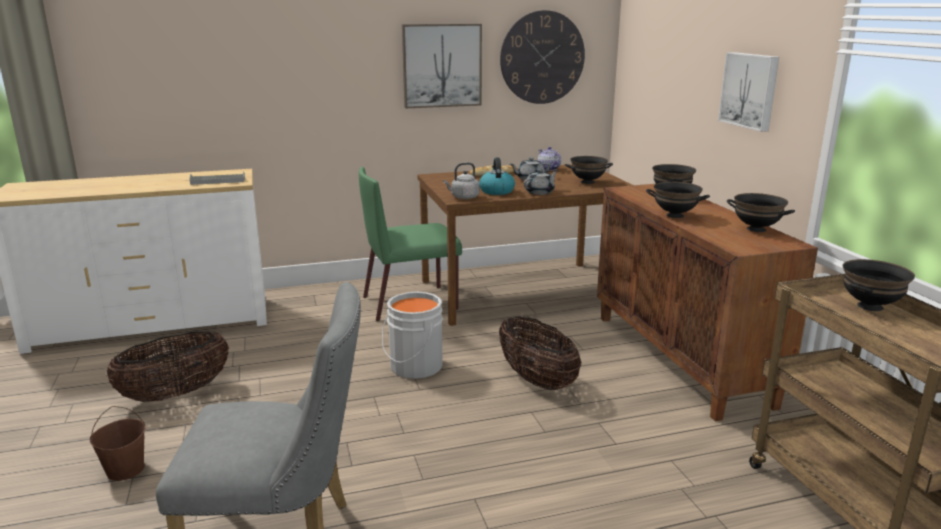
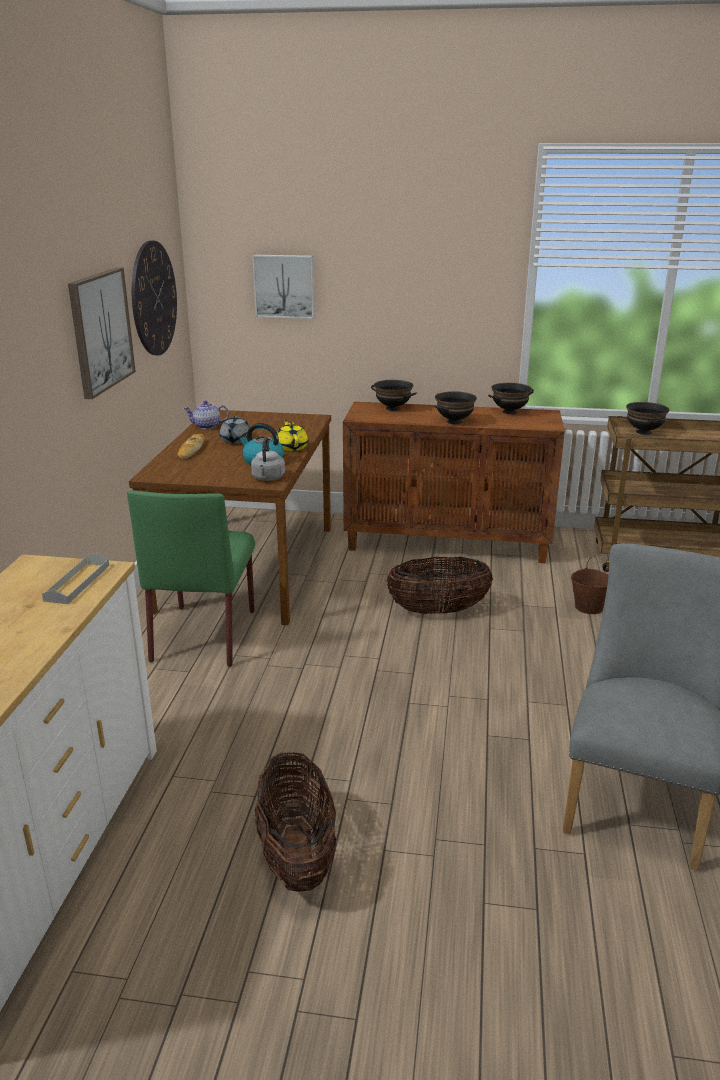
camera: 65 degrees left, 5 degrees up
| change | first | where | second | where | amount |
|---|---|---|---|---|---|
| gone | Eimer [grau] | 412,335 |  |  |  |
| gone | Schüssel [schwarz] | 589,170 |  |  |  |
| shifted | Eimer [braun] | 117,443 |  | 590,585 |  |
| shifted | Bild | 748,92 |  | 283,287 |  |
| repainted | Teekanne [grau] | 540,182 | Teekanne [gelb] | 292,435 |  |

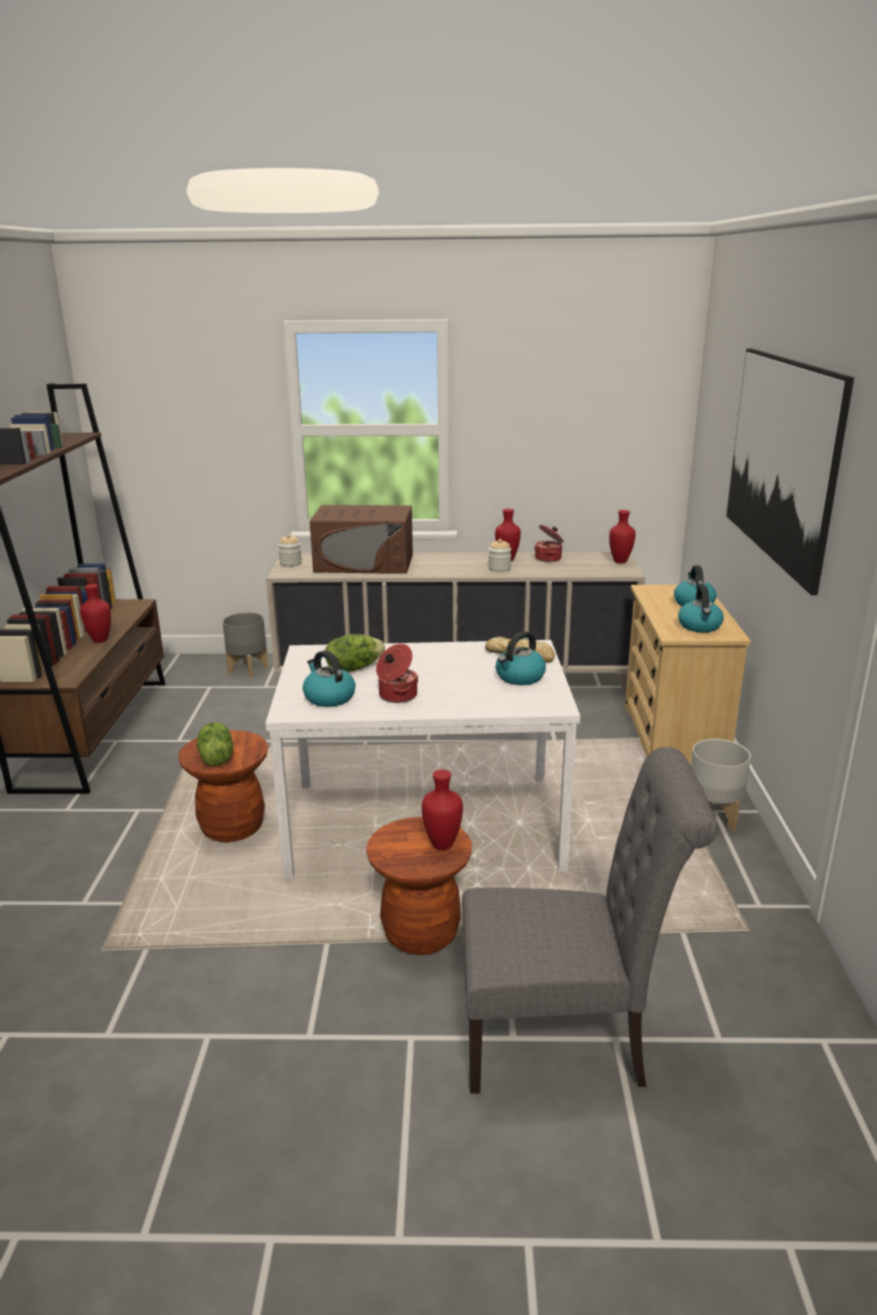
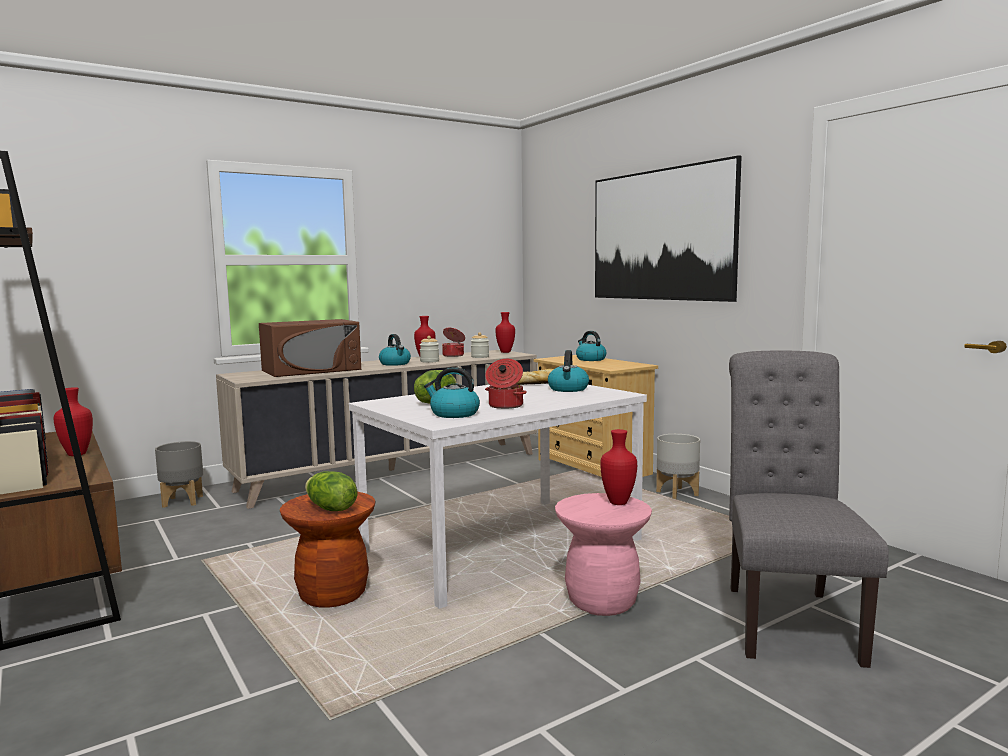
camera: 35 degrees left, 15 degrees down
| change | first | where | second | where | amount |
|---|---|---|---|---|---|
| shifted | Vorratsglas | 290,550 |  | 480,345 |  |
| shifted | Wasserkessel | 701,608 |  | 395,350 |  |
| repainted | Hocker [braun] | 419,886 | Hocker [rosa] | 603,554 |  |
| rotated | Stuhl [grau] | 590,920 |  | 809,509 | 45 degrees counterclockwise |

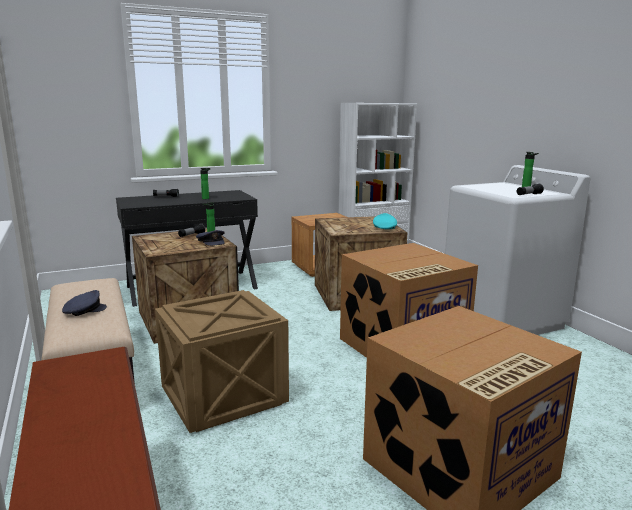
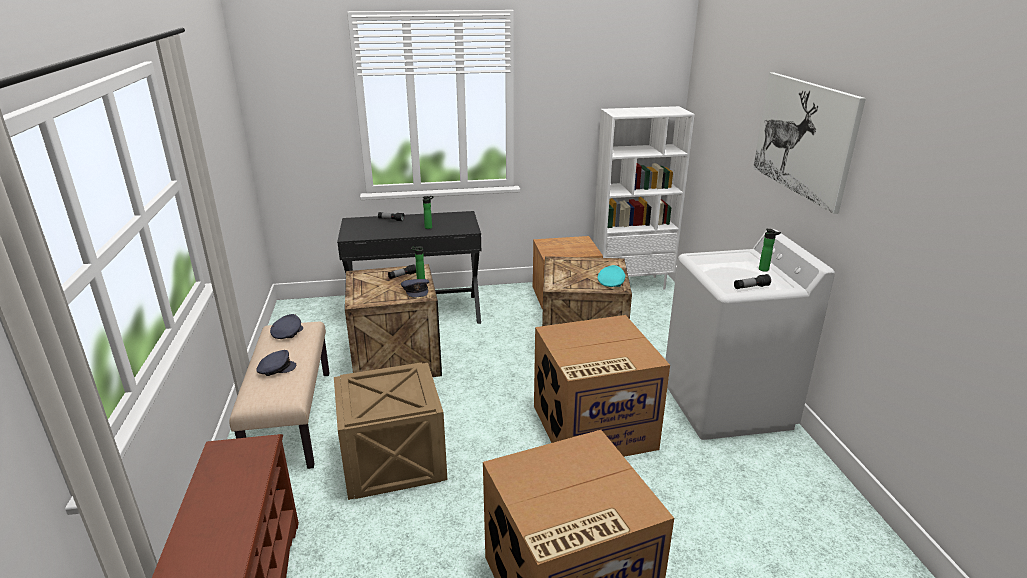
camera: 15 degrees right, 10 degrees up
| change | first | where | second | where | amount |
|---|---|---|---|---|---|
| new |  |  | Kappe [grau] | 286,326 |  |
| new |  |  | Bild | 809,143 |  |

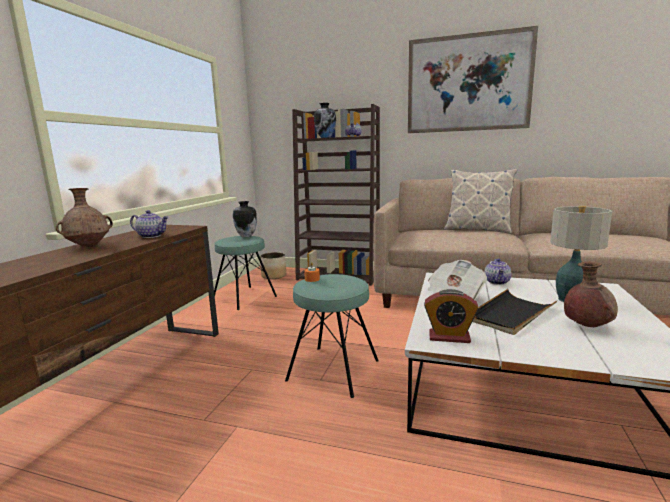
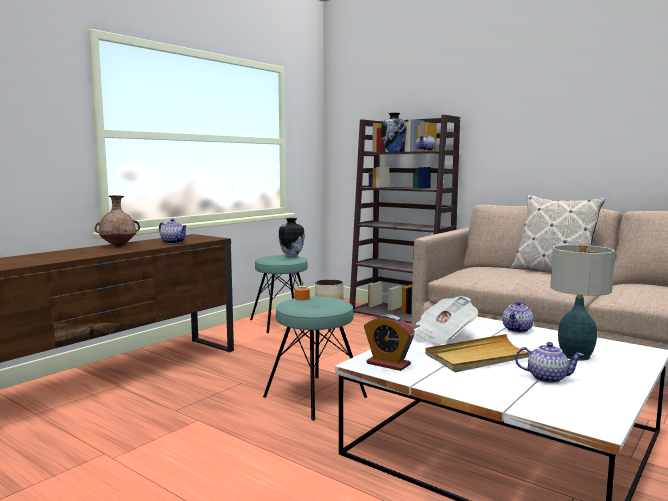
camera: 20 degrees right, 5 degrees down
| change | first | where | second | where | amount |
|---|---|---|---|---|---|
| gone | Bild | 473,79 |  |  |  |
| swapped | Vase [braun] | 591,294 | Teekanne | 549,362 |  |
| repainted | Tablett [schwarz] | 515,312 | Tablett [beige] | 477,353 |  |

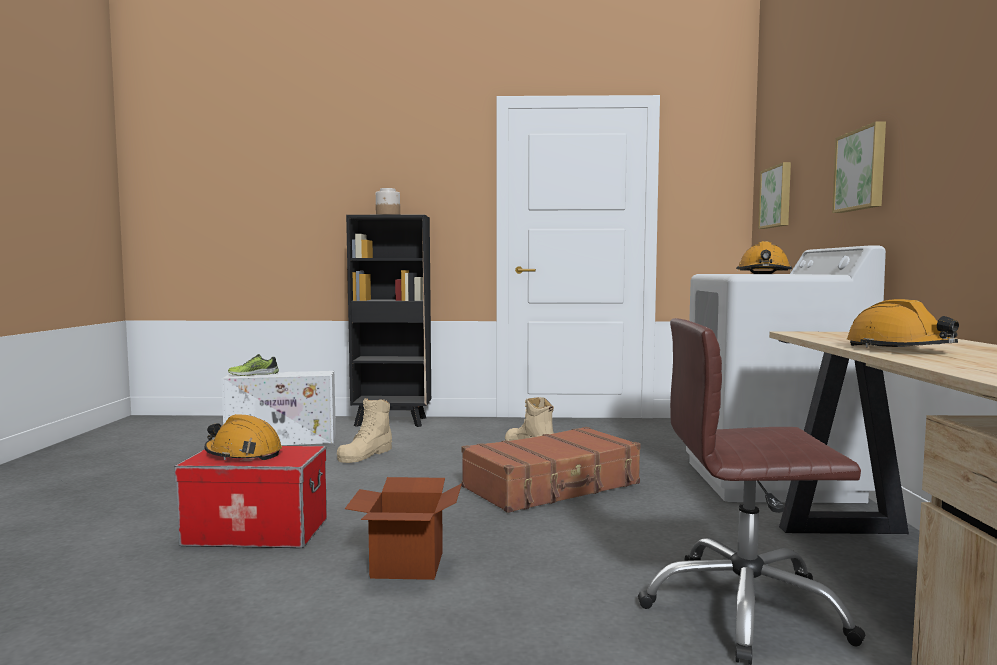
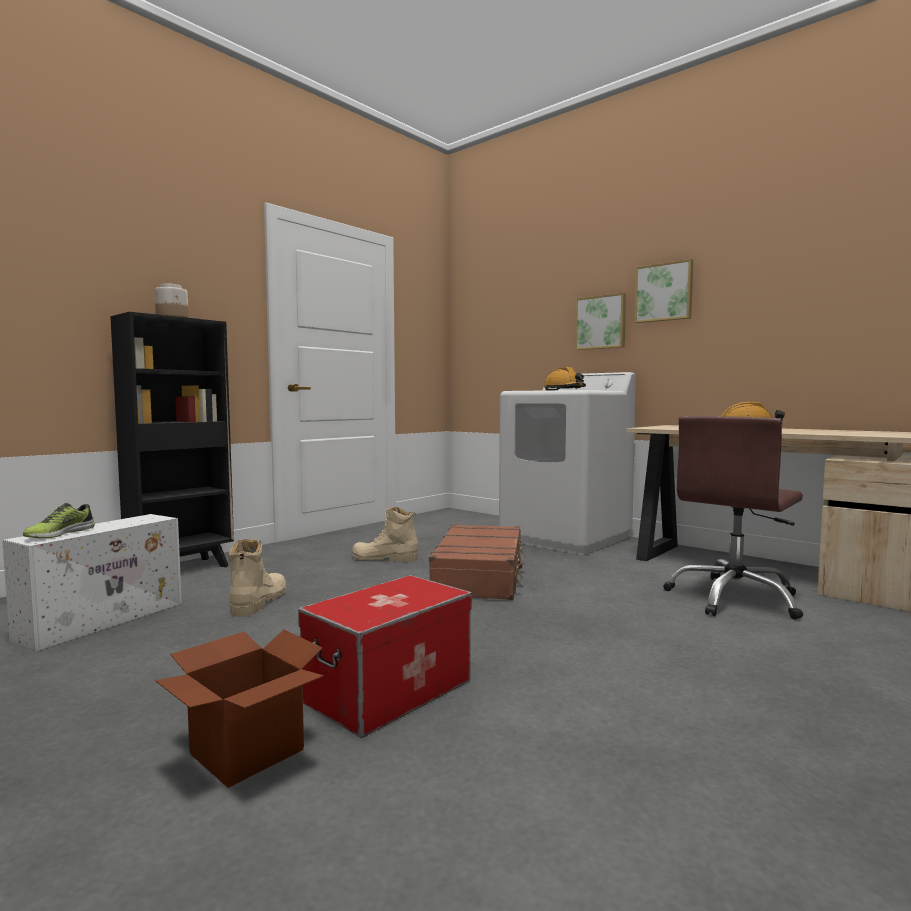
camera: 50 degrees left, 0 degrees up
| change | first | where | second | where | amount |
|---|---|---|---|---|---|
| gone | Schutzhelm [orange] | 243,437 |  |  |  |
| shifted | Karton | 403,528 |  | 239,709 |  |
| shifted | Bild | 774,195 |  | 663,291 |  |
| rotated | Stiefel [beige] | 364,430 |  | 257,578 | 150 degrees counterclockwise |

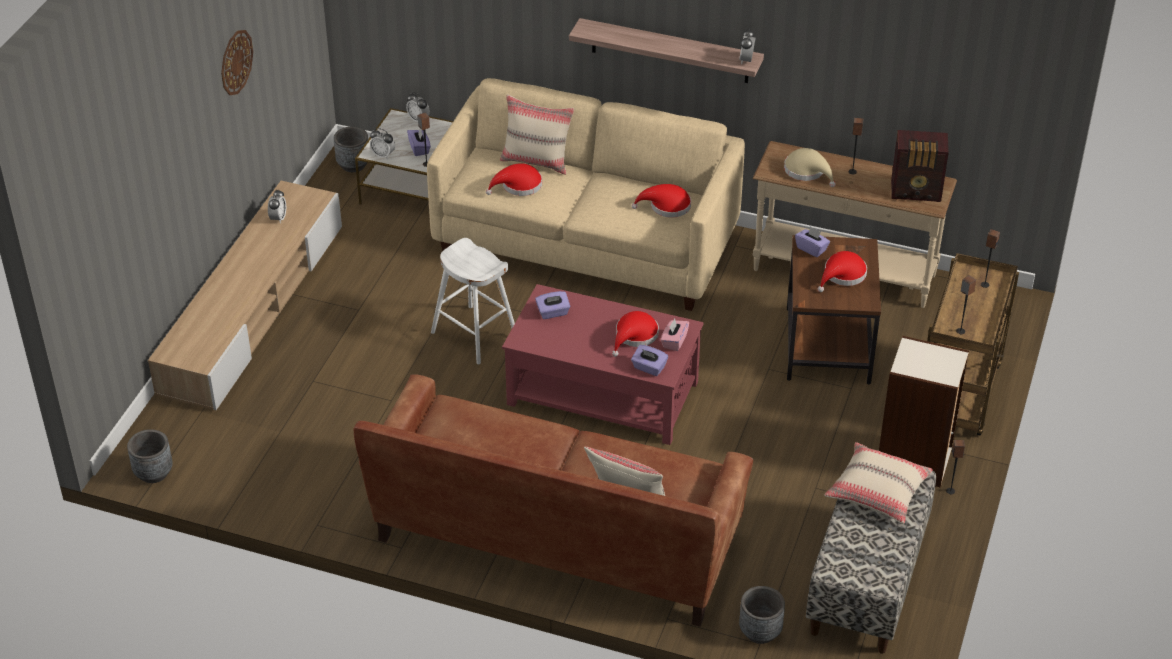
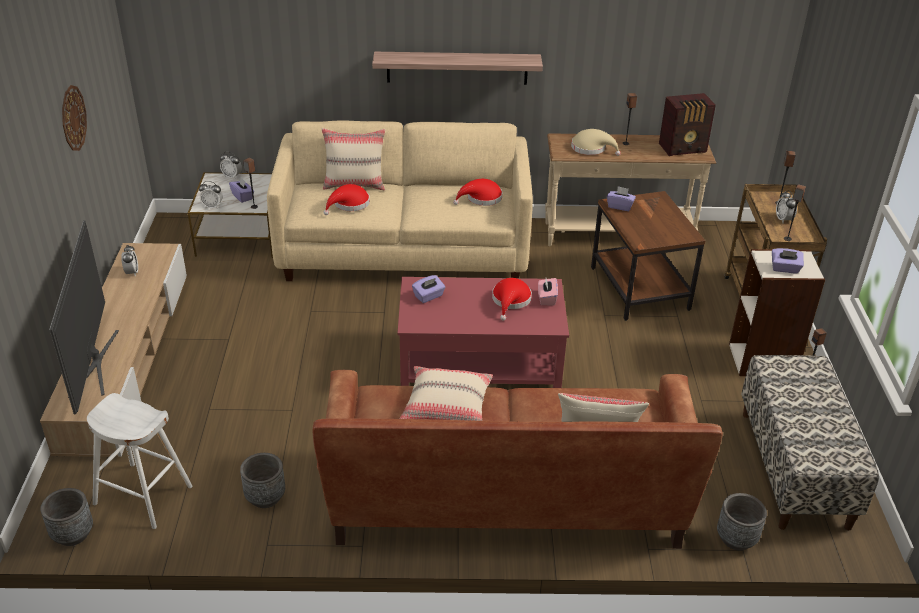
camera: 20 degrees left, 5 degrees down
| change | first | where | second | where | amount |
|---|---|---|---|---|---|
| gone | Hut [rot] | 842,271 |  |  |  |
| new |  |  | Fernseher | 84,317 |  |
| shifted | Pflanzkübel [grau] | 351,149 |  | 262,480 |  |
| shifted | Hocker [weiß] | 473,301 |  | 140,461 |  |
| shifted | Taschentuchbox [lila] | 649,360 |  | 788,261 |  |
| shifted | Wecker | 747,46 |  | 786,206 |  |
| shifted | Kissen [beige] | 878,483 |  | 446,393 |  |

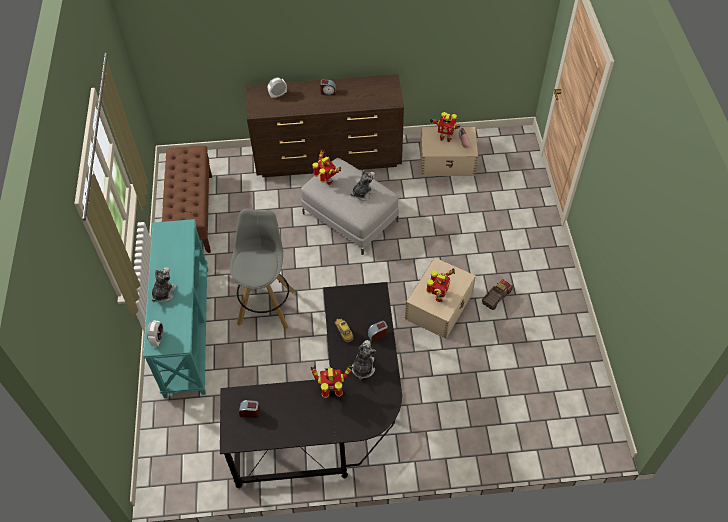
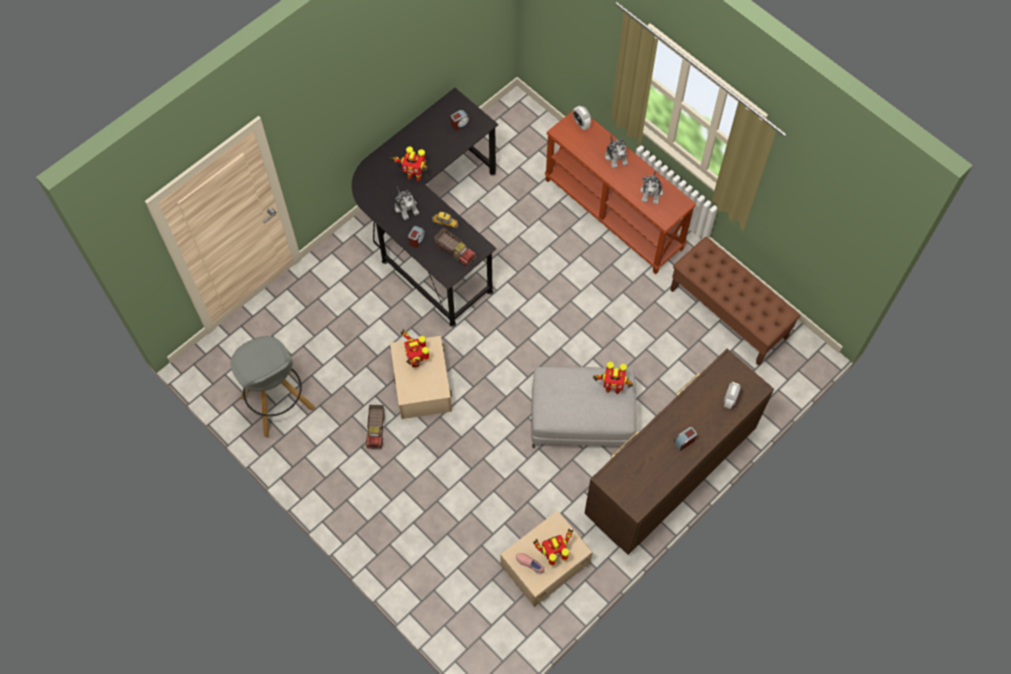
camera: 140 degrees right, 10 degrees up
| change | first | where | second | where | amount |
|---|---|---|---|---|---|
| new |  |  | Spielzeuglaster | 455,247 |  |
| shifted | Hocker [grau] | 262,269 |  | 272,386 |  |
| shifted | Plüschtier | 363,185 |  | 651,187 |  |
| repainted | Konsolentisch [türkis] | 175,308 | Konsolentisch [braun] | 620,190 |  |
| rotated | Spielzeugroboter | 332,381 |  | 408,164 | 60 degrees clockwise |

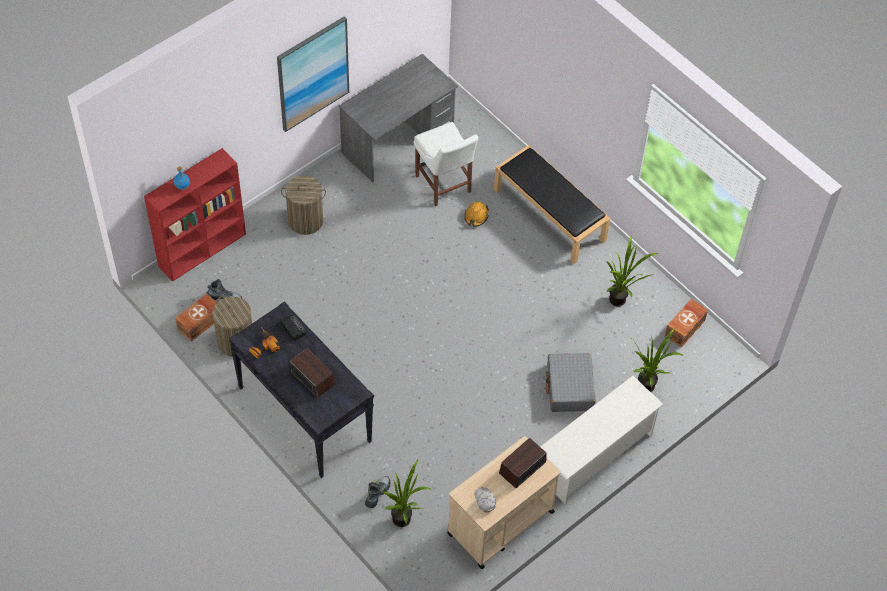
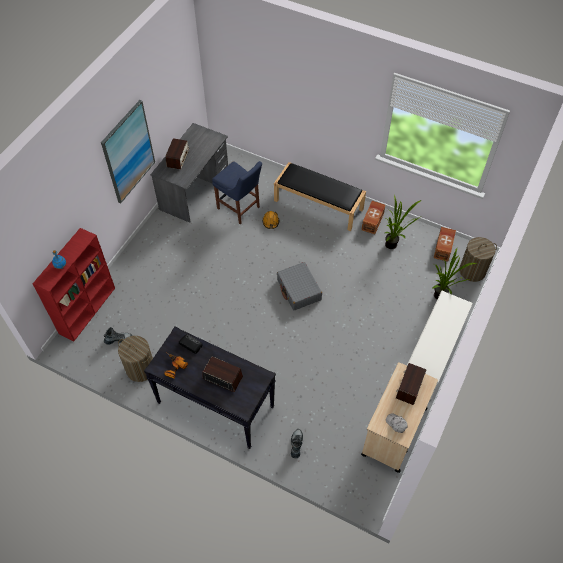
camera: 20 degrees left, 0 degrees up
| change | first | where | second | where | amount |
|---|---|---|---|---|---|
| gone | Topfpflanze | 403,493 |  |  |  |
| new |  |  | Radio | 177,153 |  |
| shifted | Aufbewahrungsbox [braun] | 195,317 |  | 373,217 |  |
| shifted | Wäschekorb | 303,205 |  | 478,259 |  |
| shifted | Koffer [grau] | 571,382 |  | 299,286 |  |
| repainted | Stuhl [weiß] | 446,164 | Stuhl [blau] | 237,192 |  |

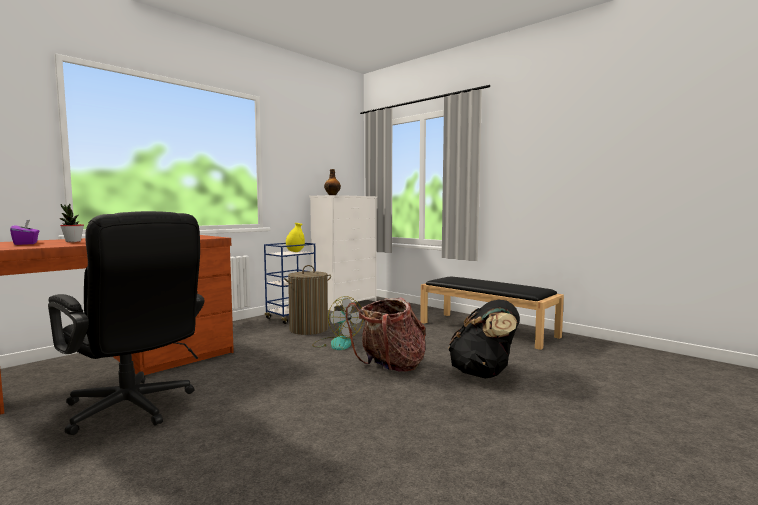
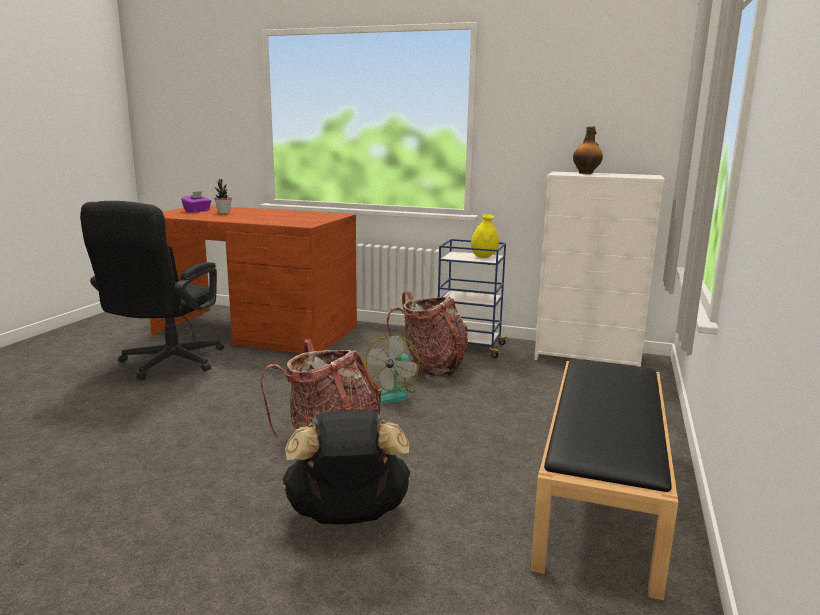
camera: 65 degrees right, 10 degrees up
| change | first | where | second | where | amount |
|---|---|---|---|---|---|
| swapped | Wäschekorb | 307,300 | Rucksack | 427,334 |  |

